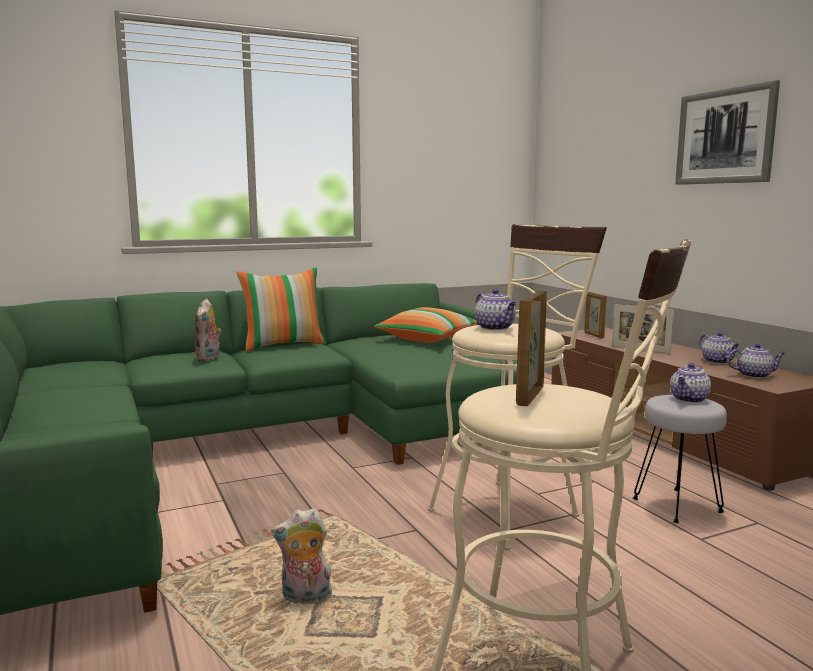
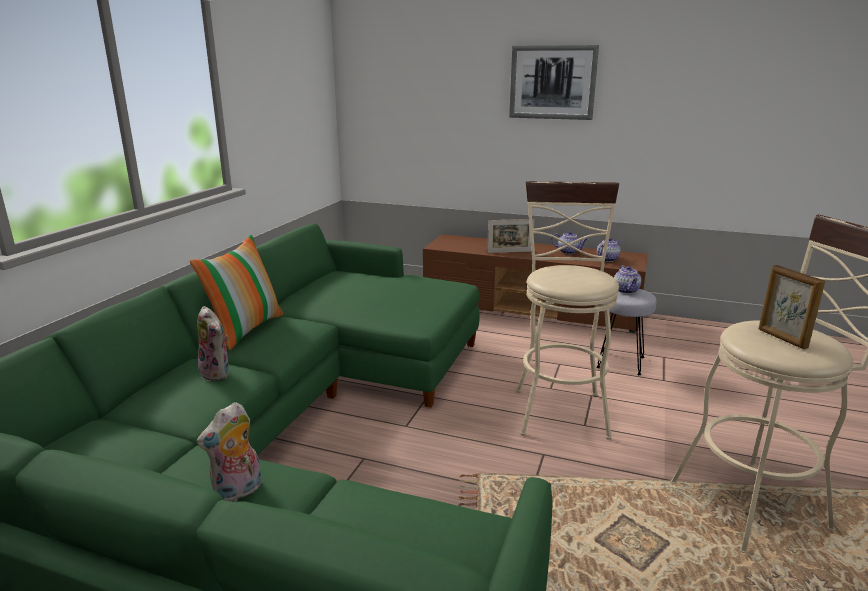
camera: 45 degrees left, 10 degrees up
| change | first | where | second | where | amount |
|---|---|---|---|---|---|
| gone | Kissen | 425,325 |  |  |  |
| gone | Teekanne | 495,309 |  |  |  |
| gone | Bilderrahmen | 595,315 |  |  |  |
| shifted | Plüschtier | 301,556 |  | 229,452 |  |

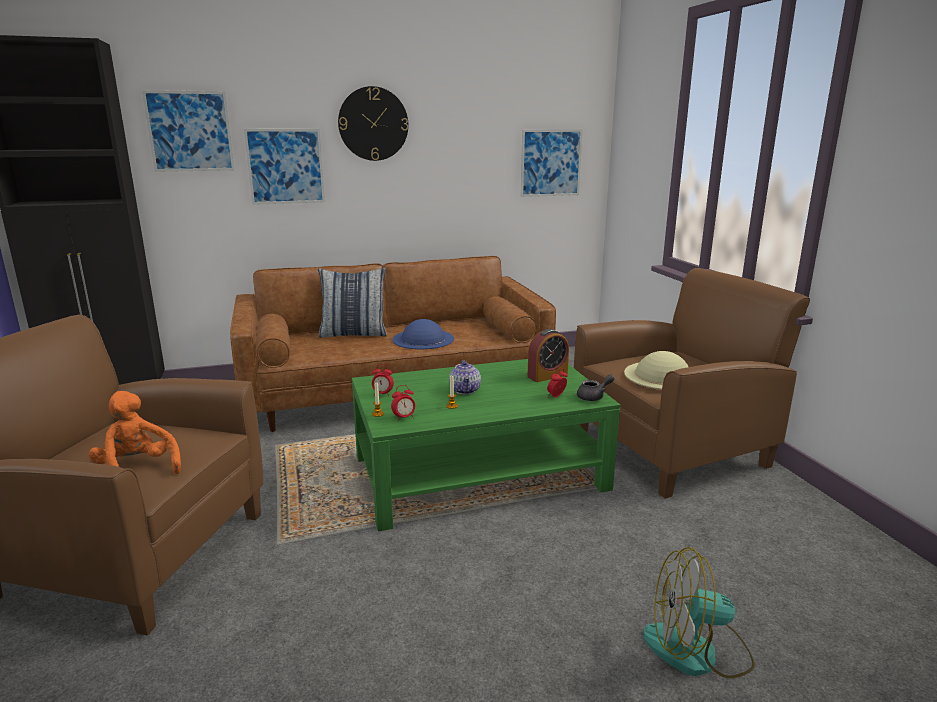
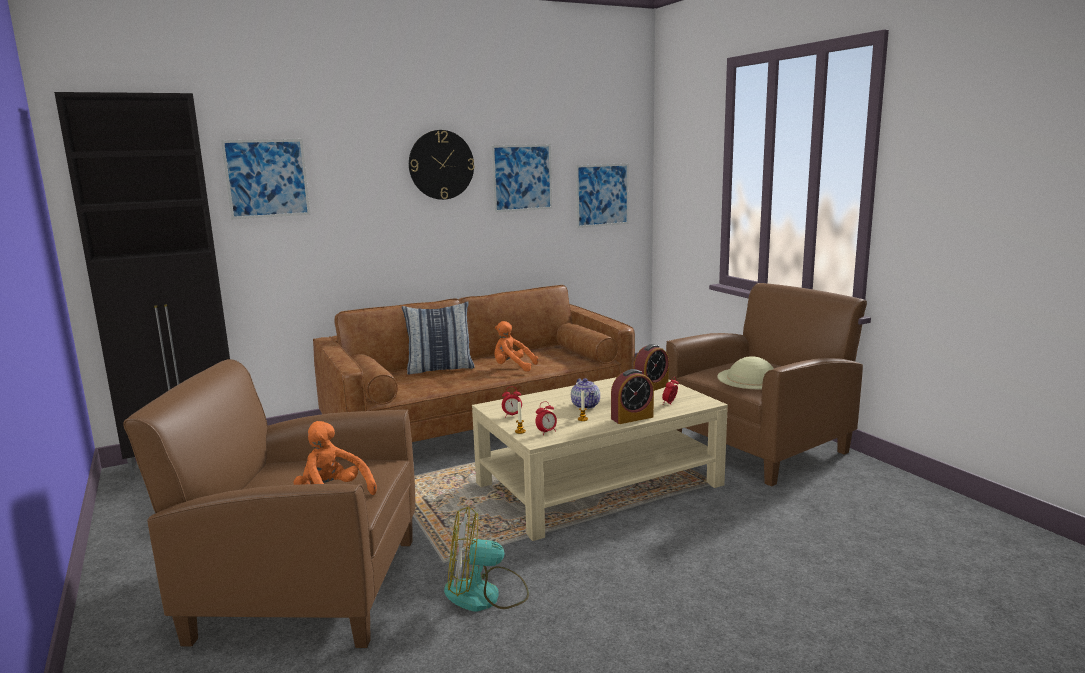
camera: 10 degrees left, 5 degrees down
| change | first | where | second | where | amount |
|---|---|---|---|---|---|
| gone | Teekanne [grau] | 595,387 |  |  |  |
| new |  |  | Wecker | 632,396 |  |
| shifted | Bild | 284,167 |  | 521,178 |  |
| shifted | Ventilator | 699,612 |  | 486,559 |  |
| swapped | Hut [blau] | 423,334 | Plüschtier [orange] | 516,346 |  |
| repainted | Couchtisch [grün] | 486,445 | Couchtisch [beige] | 600,459 |  |

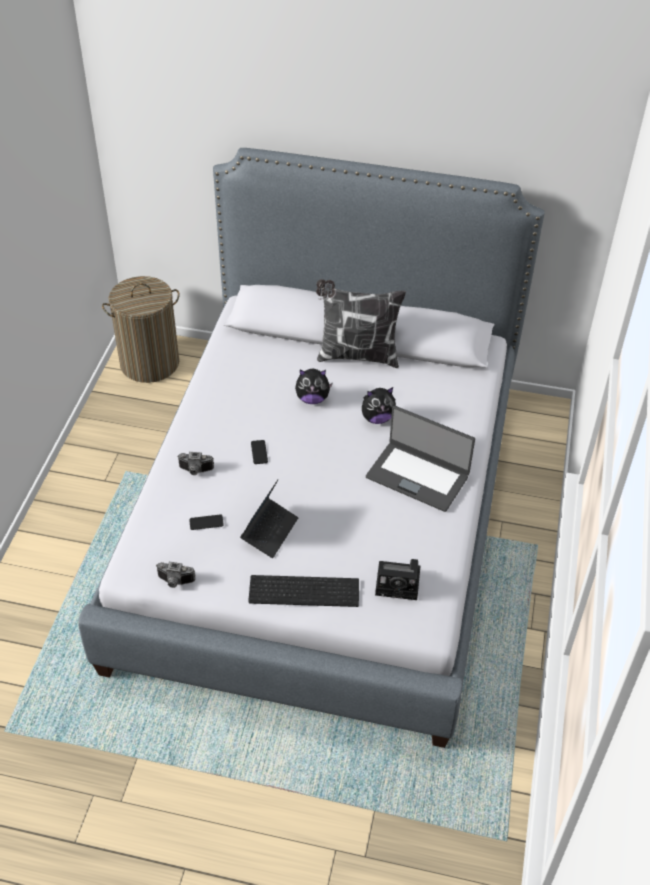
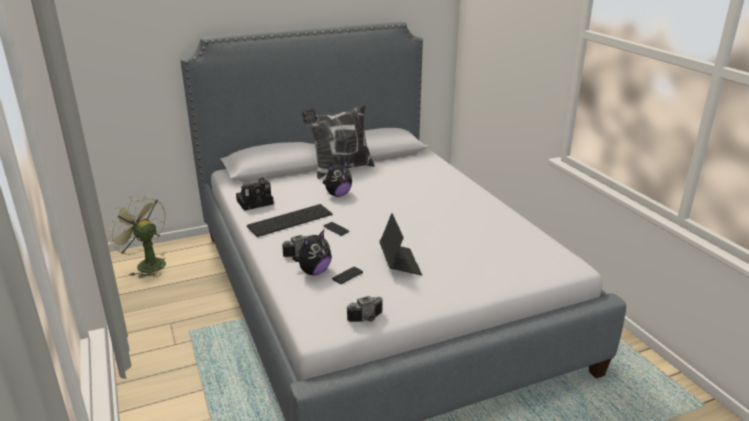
camera: 35 degrees left, 20 degrees down
| change | first | where | second | where | amount |
|---|---|---|---|---|---|
| gone | Laptop | 420,459 |  |  |  |
| shifted | Tastatur | 303,591 |  | 289,220 |  |
| shifted | Plüschtier | 379,405 |  | 312,252 |  |
| shifted | Kamera | 397,579 |  | 255,194 |  |
| swapped | Wäschekorb | 141,329 | Ventilator [grün] | 136,236 |  |

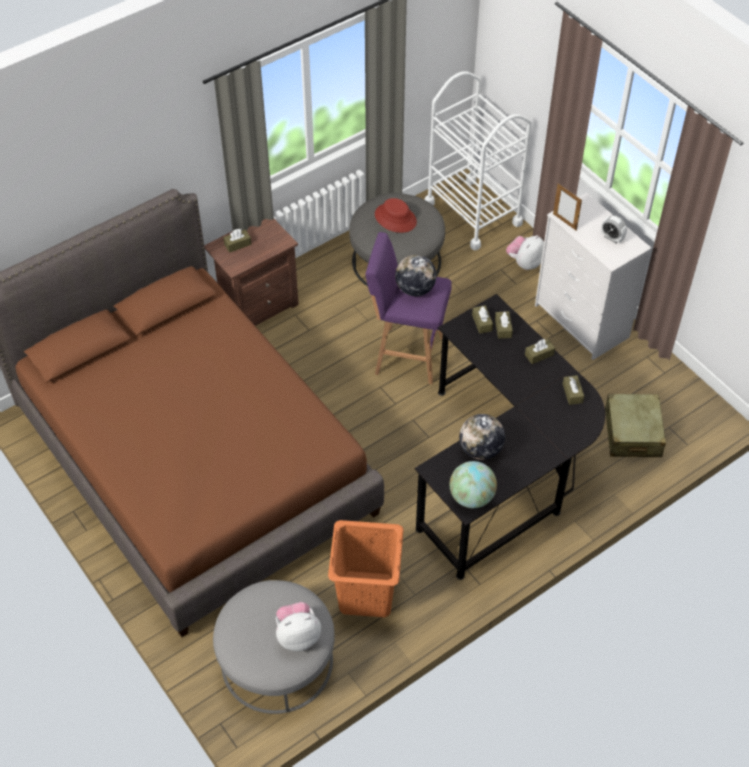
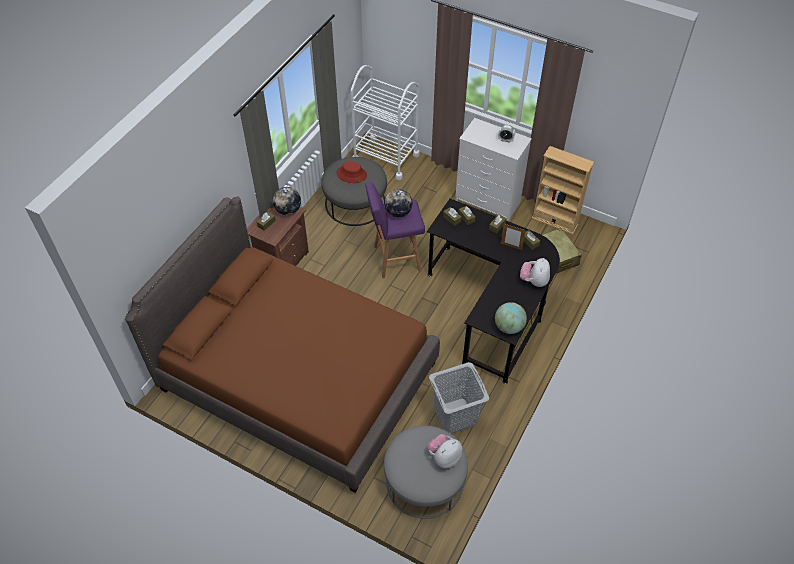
camera: 25 degrees left, 0 degrees up
| change | first | where | second | where | amount |
|---|---|---|---|---|---|
| new |  |  | Bücherregal [beige] | 563,190 |  |
| shifted | Globus | 482,437 |  | 287,201 |  |
| shifted | Plüschtier | 525,252 |  | 535,272 |  |
| shifted | Bilderrahmen | 567,207 |  | 513,237 |  |
| repainted | Wäschekorb [orange] | 366,568 | Wäschekorb [grau] | 459,398 |  |

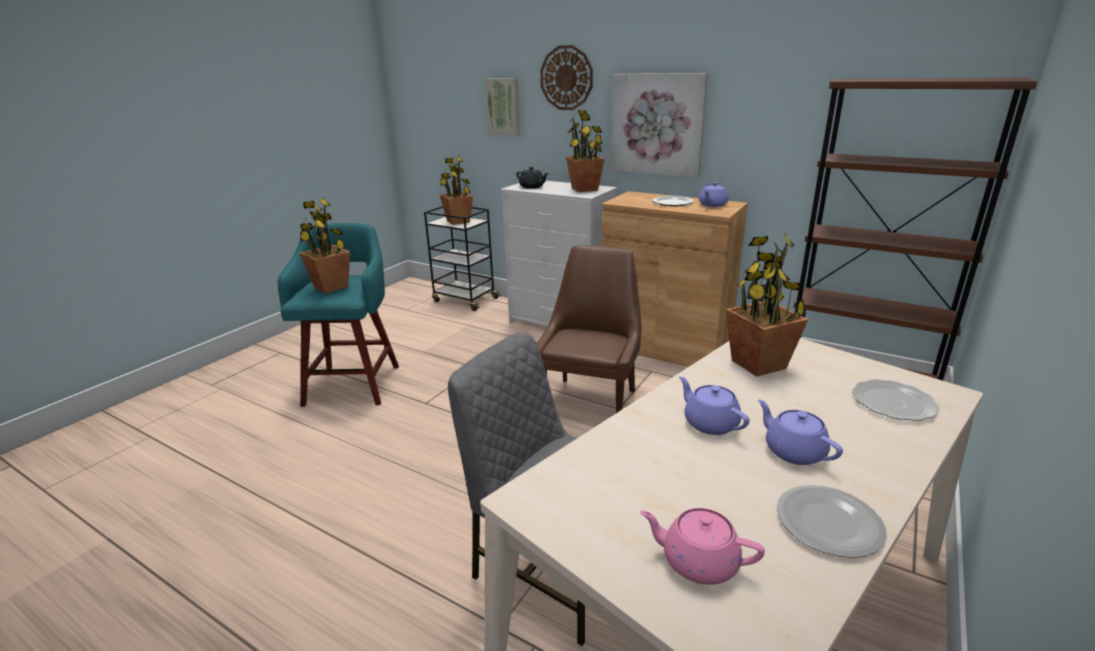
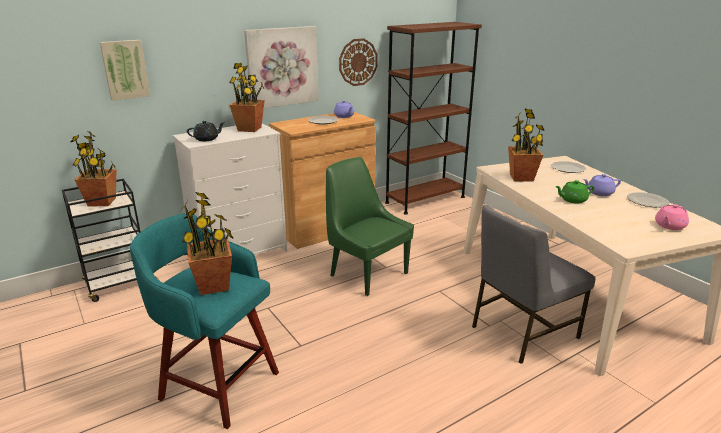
camera: 65 degrees left, 0 degrees up
| change | first | where | second | where | amount |
|---|---|---|---|---|---|
| shifted | Wanduhr | 566,77 |  | 358,62 |  |
| repainted | Stuhl [braun] | 588,329 | Stuhl [grün] | 370,226 |  |
| repainted | Teekanne [lila] | 714,405 | Teekanne [grün] | 574,192 |  |

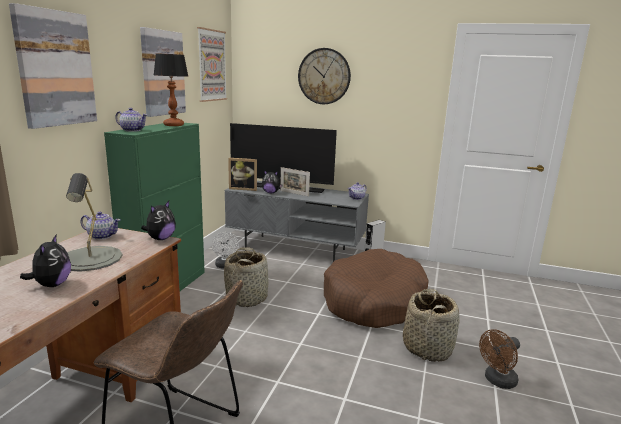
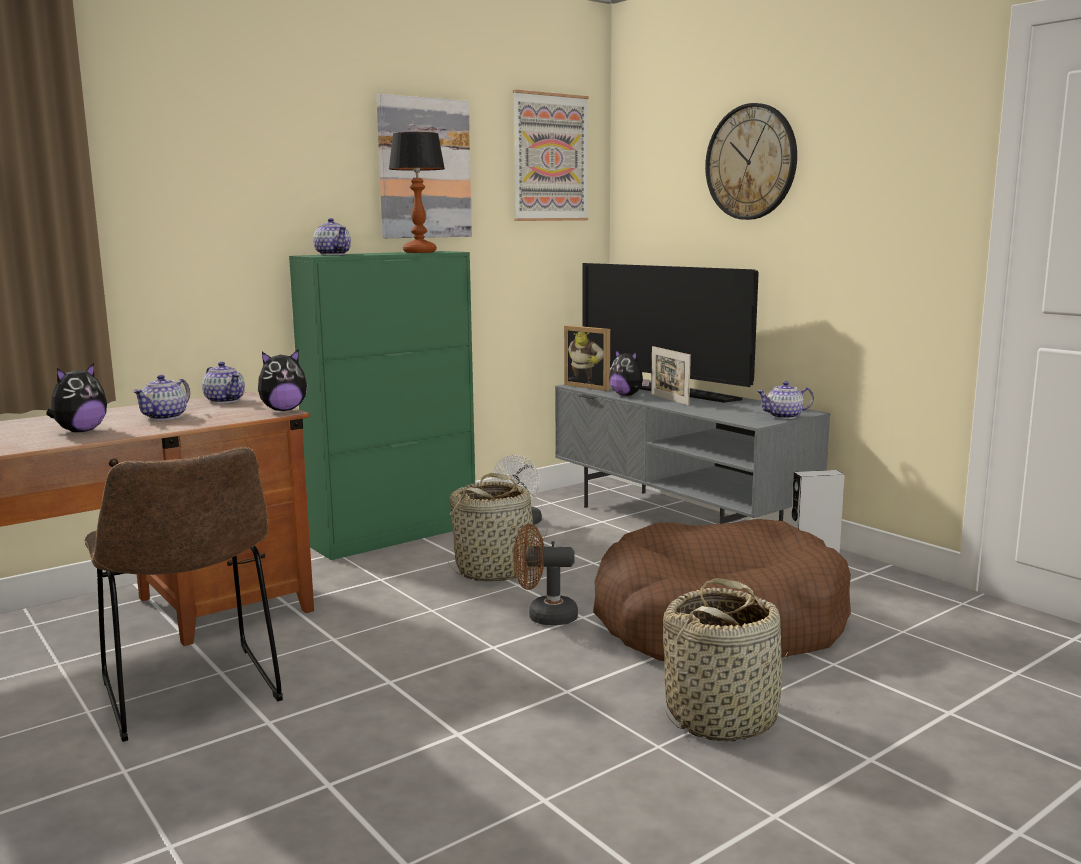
camera: 35 degrees right, 5 degrees down
| change | first | where | second | where | amount |
|---|---|---|---|---|---|
| gone | Bild | 53,66 |  |  |  |
| shifted | Ventilator [braun] | 499,359 |  | 545,574 |  |
| swapped | Tischlampe [grau] | 94,222 | Teekanne | 161,397 |  |

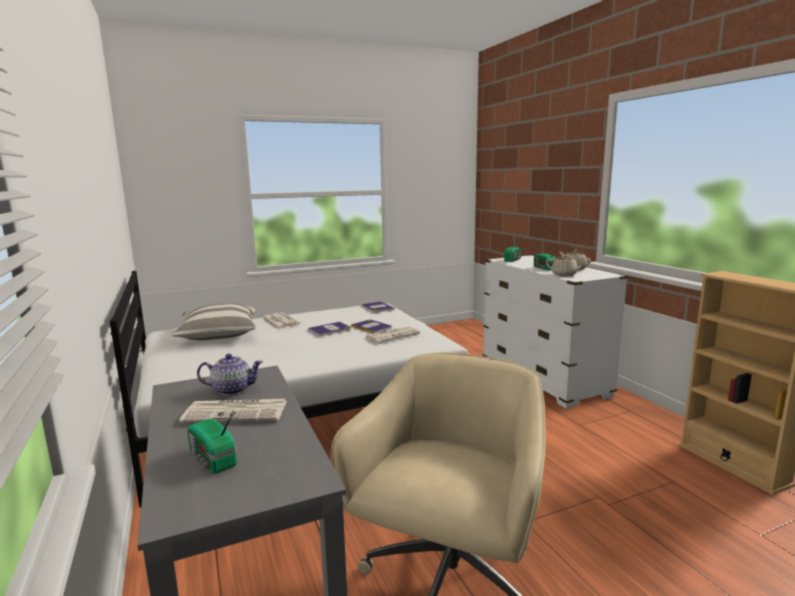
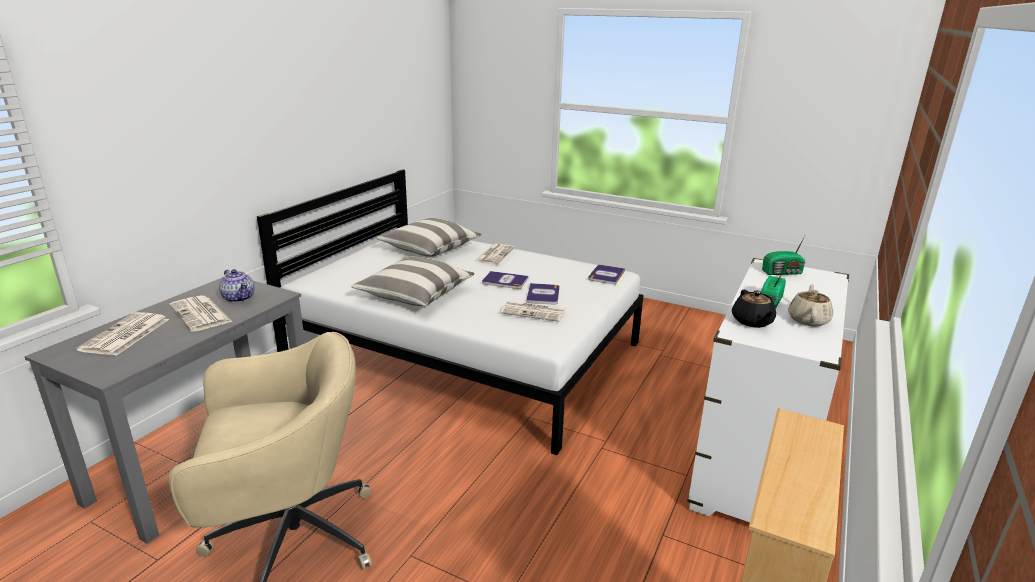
camera: 50 degrees right, 10 degrees up
| change | first | where | second | where | amount |
|---|---|---|---|---|---|
| new |  |  | Kissen | 412,281 |  |
| swapped | Radio | 212,442 | Zeitung | 122,334 |  |
| repainted | Teekanne [beige] | 566,265 | Teekanne [schwarz] | 754,309 |  |

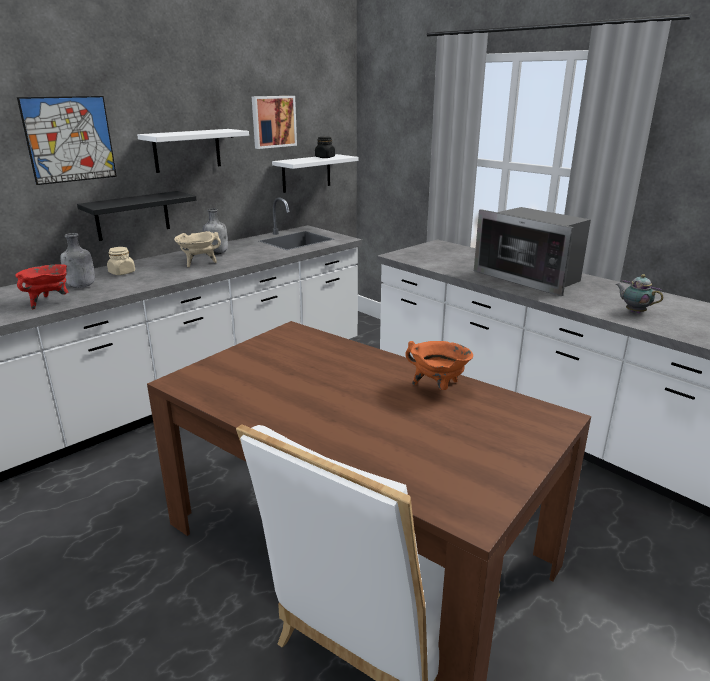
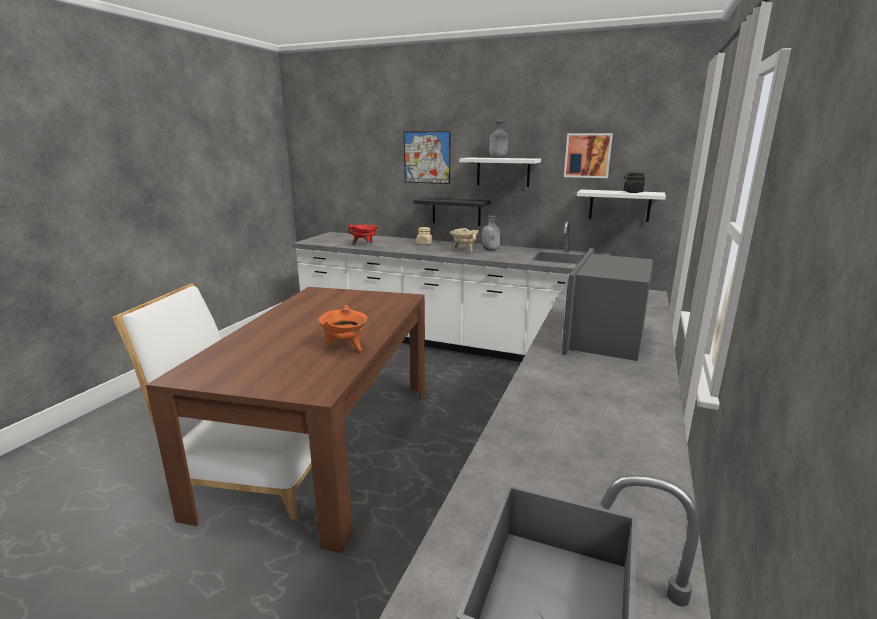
camera: 65 degrees right, 5 degrees down
| change | first | where | second | where | amount |
|---|---|---|---|---|---|
| gone | Teekanne | 639,294 |  |  |  |
| shifted | Flasche [grau] | 77,260 |  | 498,139 |  |

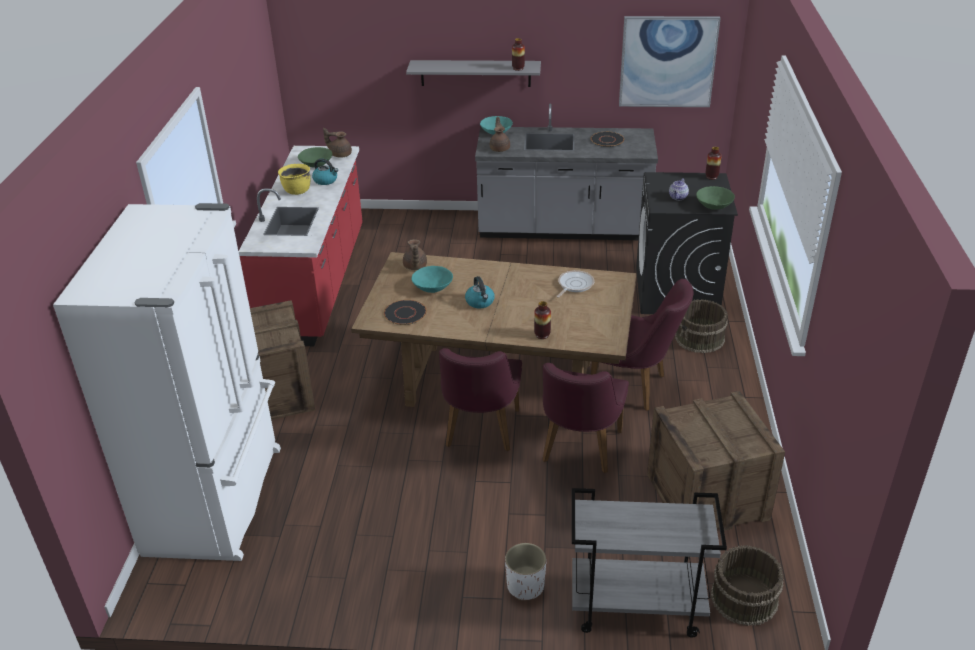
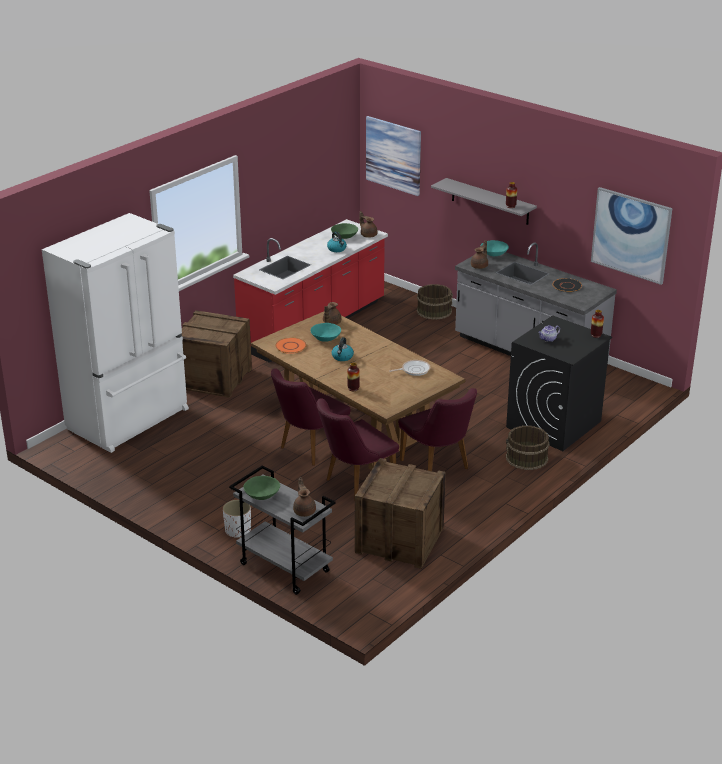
camera: 35 degrees right, 5 degrees down
| change | first | where | second | where | amount |
|---|---|---|---|---|---|
| gone | Kochtopf [gelb] | 294,179 |  |  |  |
| new |  |  | Teekanne [braun] | 304,497 |  |
| new |  |  | Bild | 393,156 |  |
| shifted | Schüssel [grün] | 715,198 |  | 261,488 |  |
| shifted | Eimer [braun] | 747,585 |  | 435,302 |  |
| repainted | Teller [schwarz] | 405,312 | Teller [orange] | 291,346 |  |

